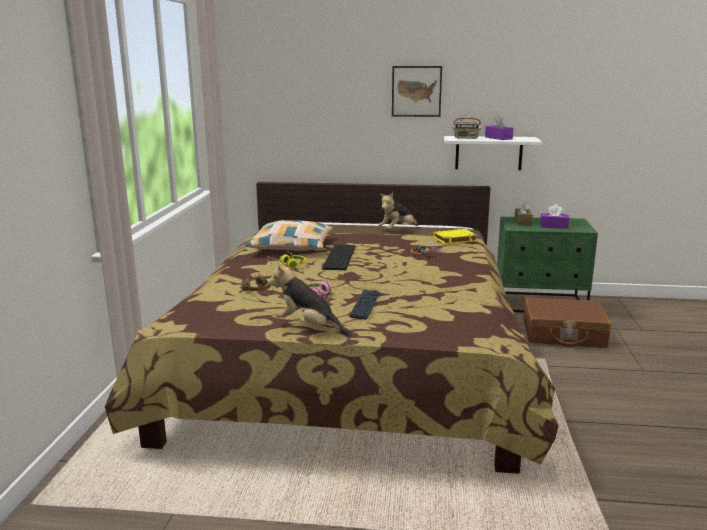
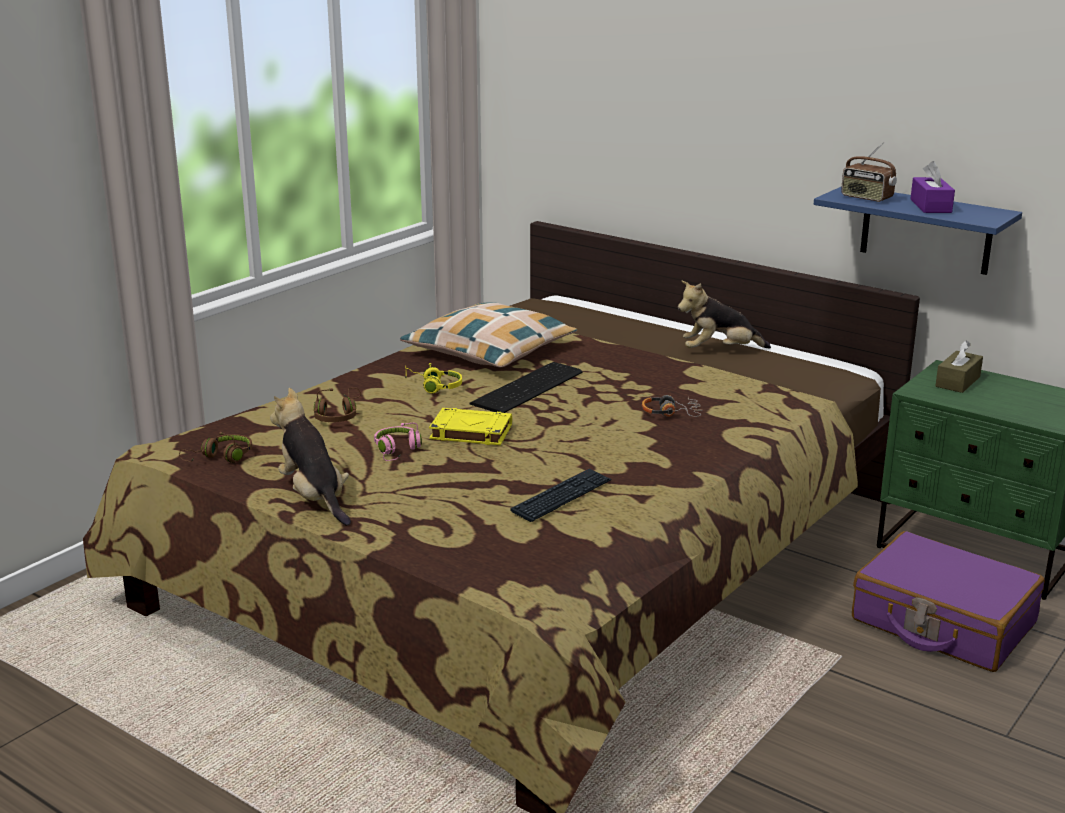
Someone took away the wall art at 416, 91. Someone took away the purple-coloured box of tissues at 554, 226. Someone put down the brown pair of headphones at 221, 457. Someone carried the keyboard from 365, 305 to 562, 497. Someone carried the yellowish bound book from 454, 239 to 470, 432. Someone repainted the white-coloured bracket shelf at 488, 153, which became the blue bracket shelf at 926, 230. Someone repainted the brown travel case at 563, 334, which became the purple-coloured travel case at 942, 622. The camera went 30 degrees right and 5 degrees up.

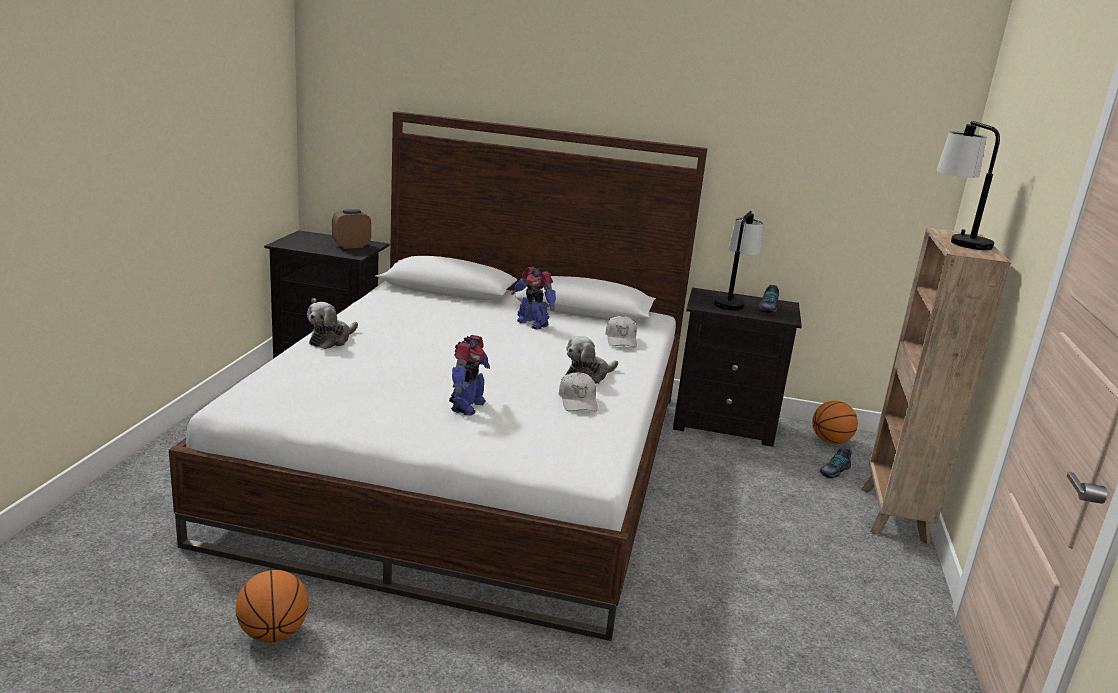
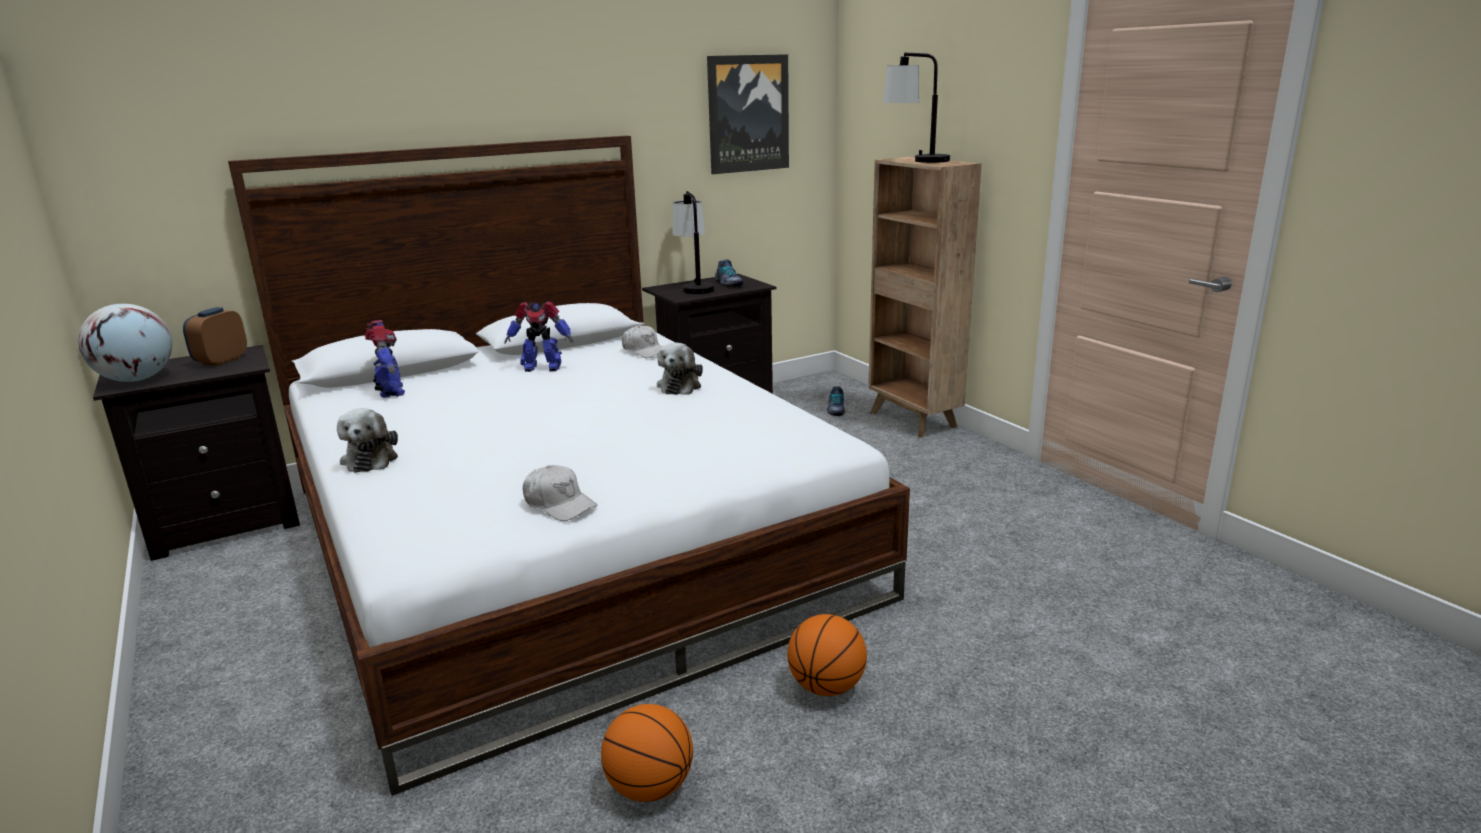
Someone put down the globe at 137, 379. Someone put up the wall art at 748, 114. Someone carried the toy robot from 466, 406 to 390, 392. Someone carried the white-coloured baseball cap from 578, 401 to 559, 504. Someone carried the basketball ball from 830, 441 to 826, 687. The camera went 40 degrees left and 0 degrees up.

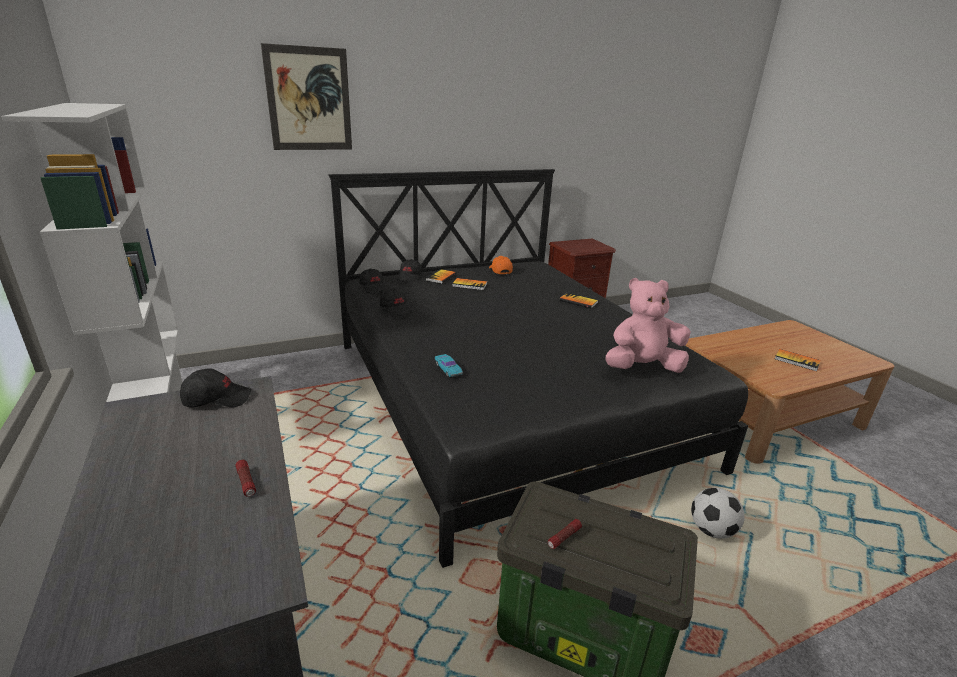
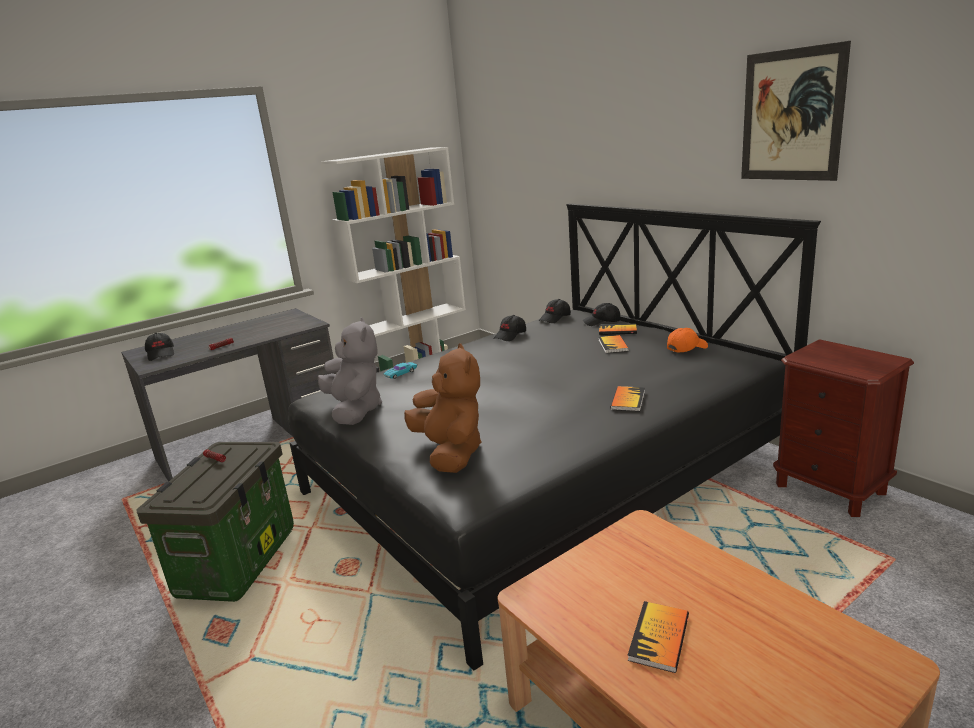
Someone took away the football ball at 711, 530. Someone put down the gray plush toy at 355, 410. Someone carried the black-coloured baseball cap from 217, 399 to 161, 354. Someone carried the wall art from 309, 99 to 791, 116. Someone repainted the pinkish plush toy at 642, 367, which became the brown plush toy at 451, 453. The camera went 80 degrees right and 5 degrees down.

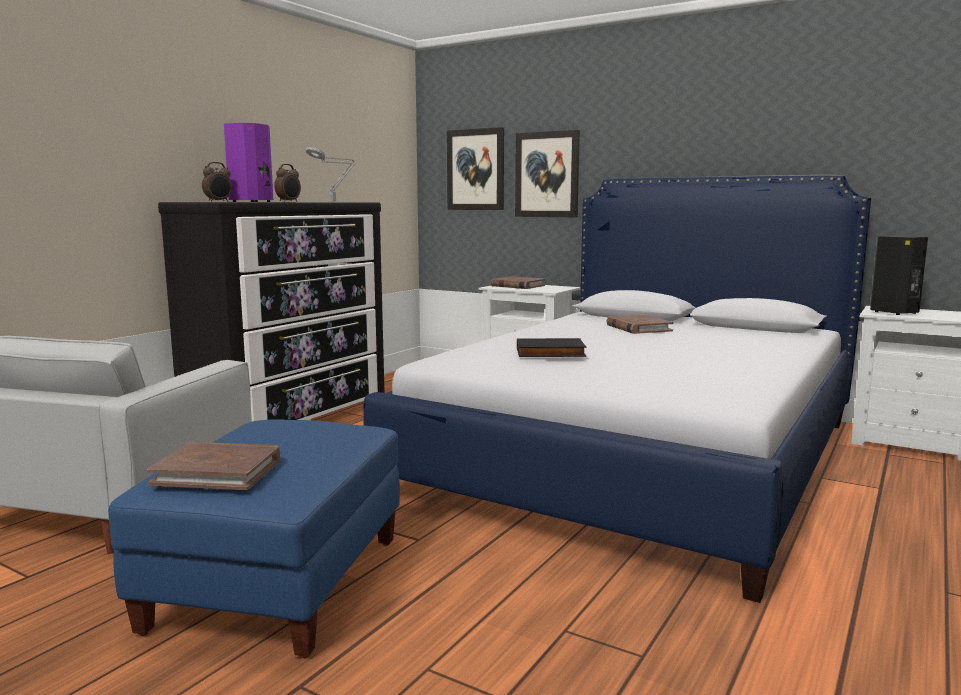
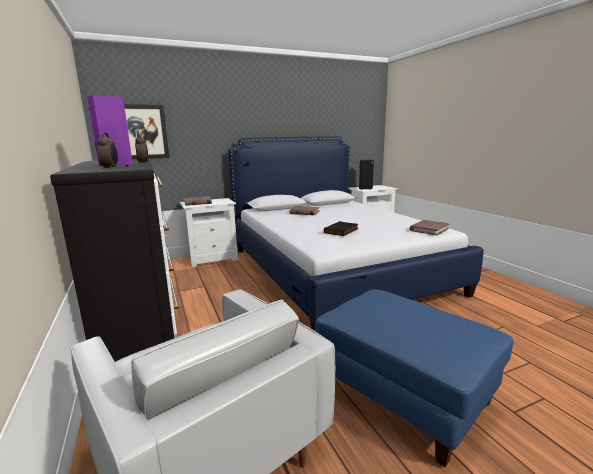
Someone took away the wall art at 547, 174. Someone carried the brown bound book from 218, 471 to 429, 229. The camera went 55 degrees left and 5 degrees up.

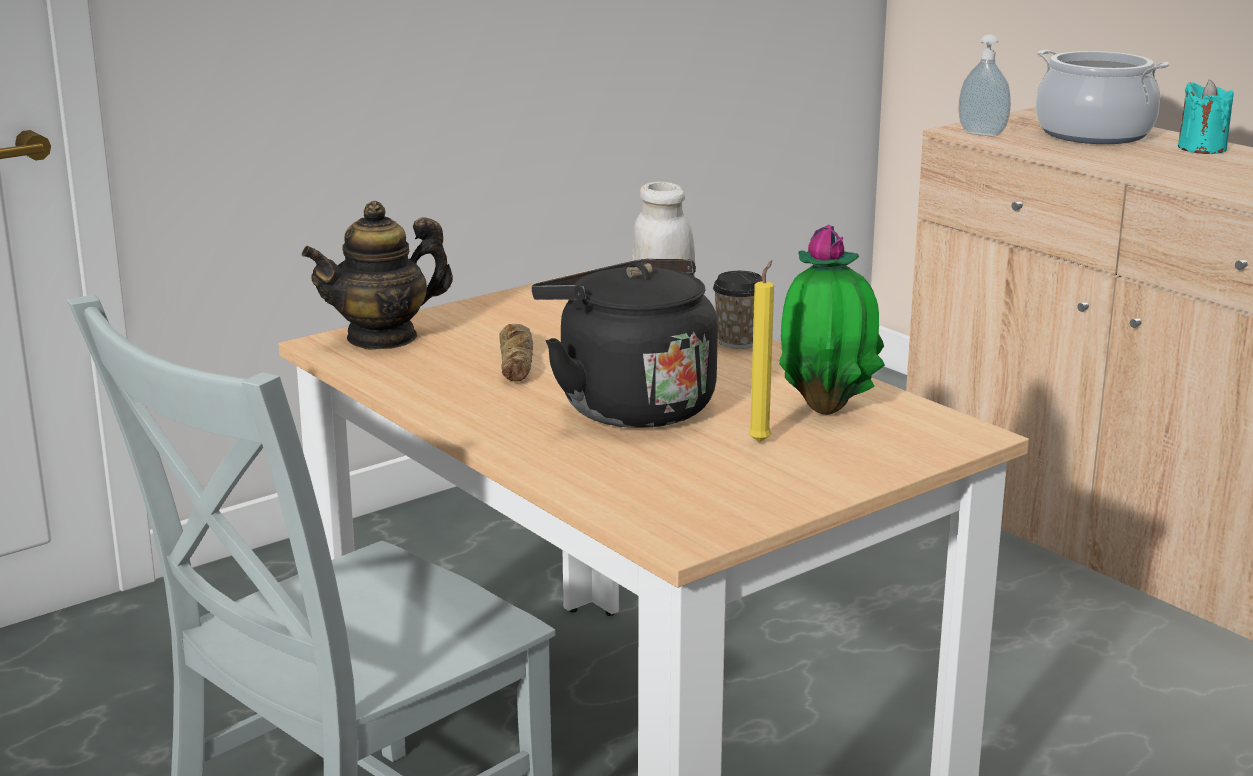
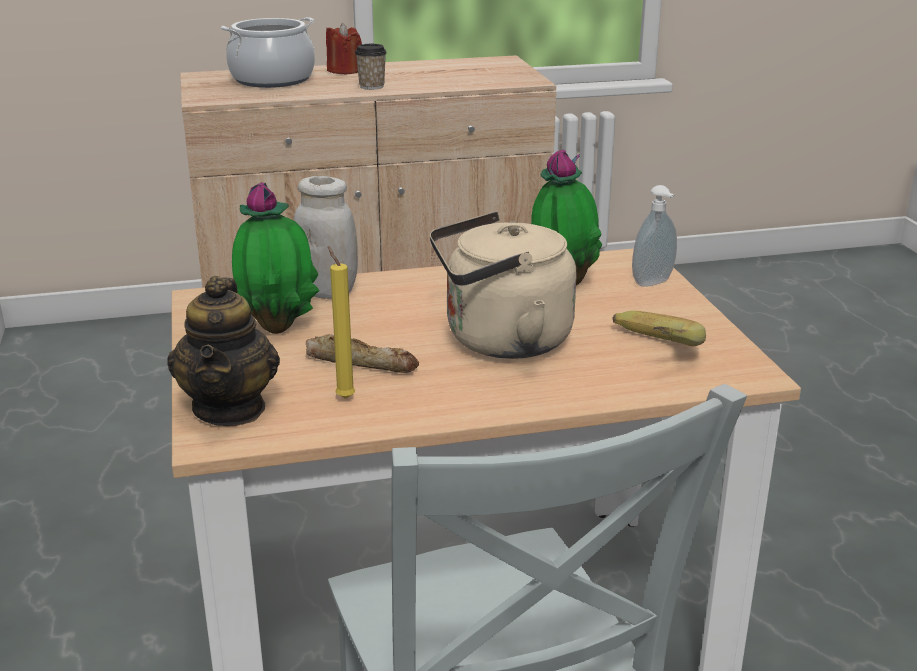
Someone put down the potted plant at 278, 327. Someone put down the whole banana at 649, 353. Someone carried the drinking cup from 738, 342 to 371, 86. Someone carried the yellowish wax light from 761, 441 to 344, 397. Someone carried the liquid soap bottle from 981, 134 to 654, 283. Someone repainted the black-coloured water kettle at 629, 406, which became the beige-coloured water kettle at 500, 341. Someone repainted the turquoise-coloured wax light at 1202, 148, which became the red-coloured wax light at 344, 71. The camera went 65 degrees left and 5 degrees up.

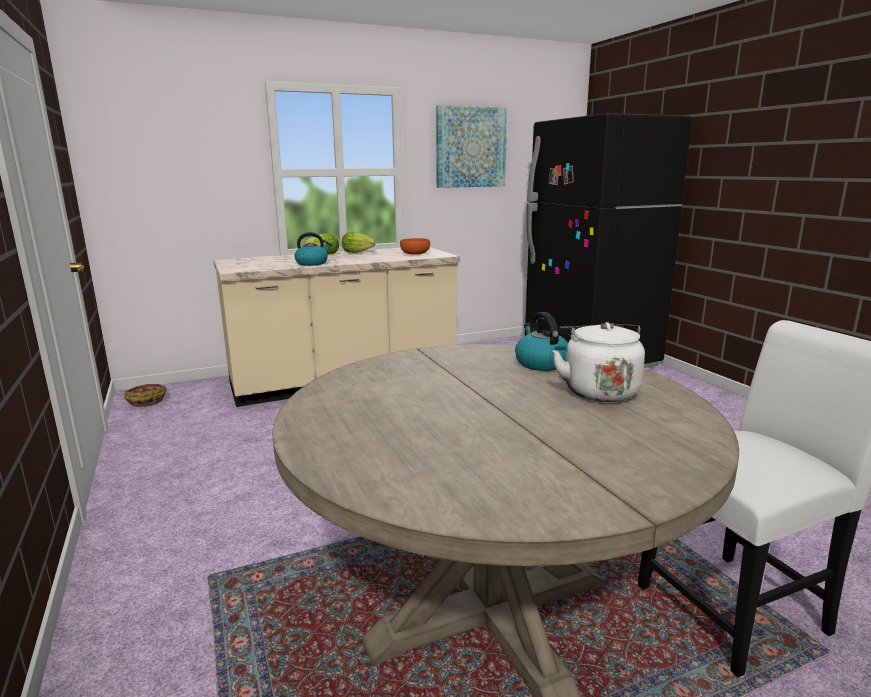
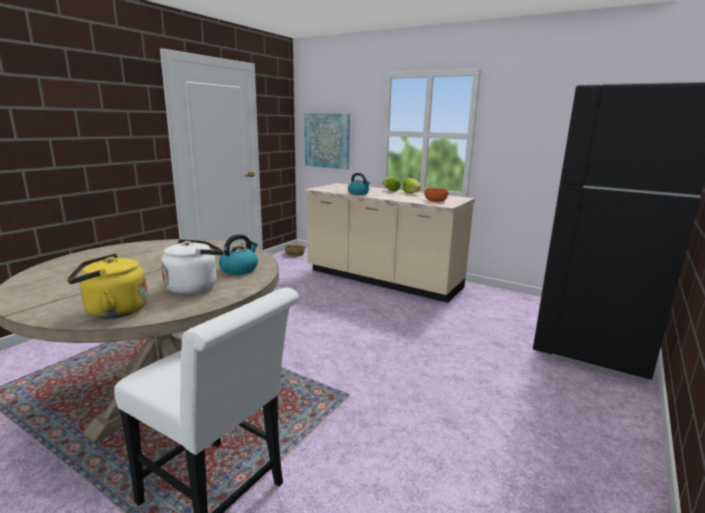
Someone put down the yellowish water kettle at 113, 311. Someone carried the wall art from 470, 147 to 327, 140. The camera went 55 degrees right and 0 degrees up.

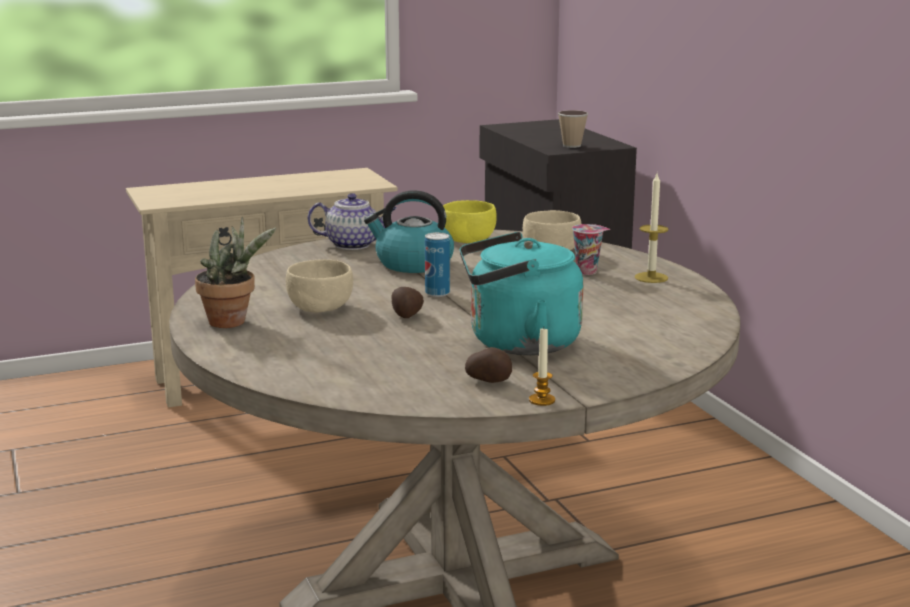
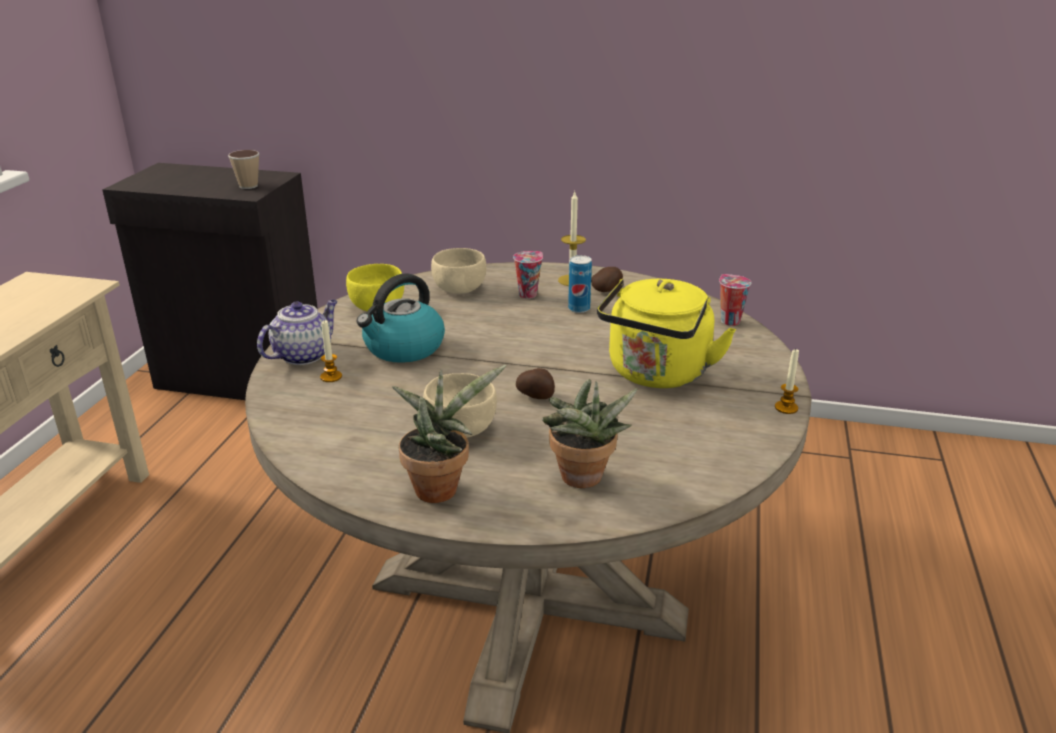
Someone put down the wax light at 331, 377. Someone put down the potted plant at 582, 480. Someone put down the drinking cup at 729, 321. Someone carried the metal can from 437, 293 to 579, 309. Someone carried the potato from 489, 381 to 607, 290. Someone repainted the turquoise-coloured water kettle at 517, 343, which became the yellowish water kettle at 656, 375. The camera went 55 degrees left and 10 degrees up.

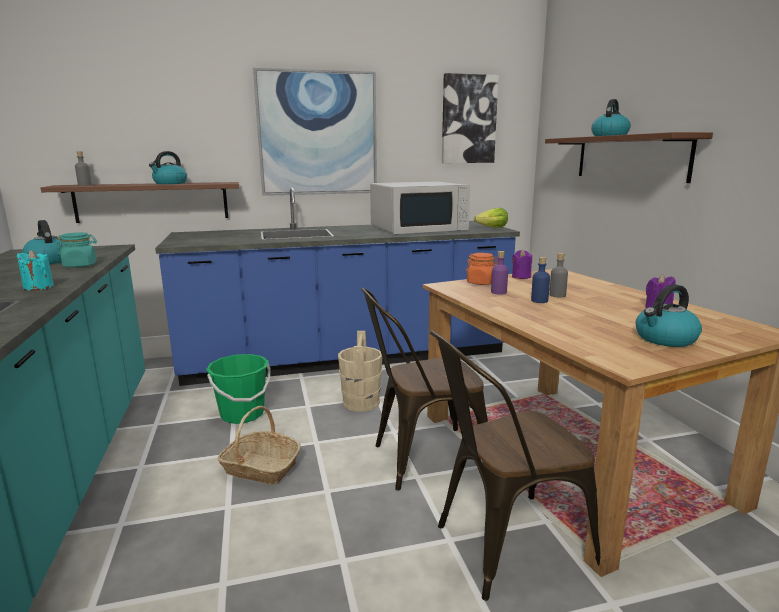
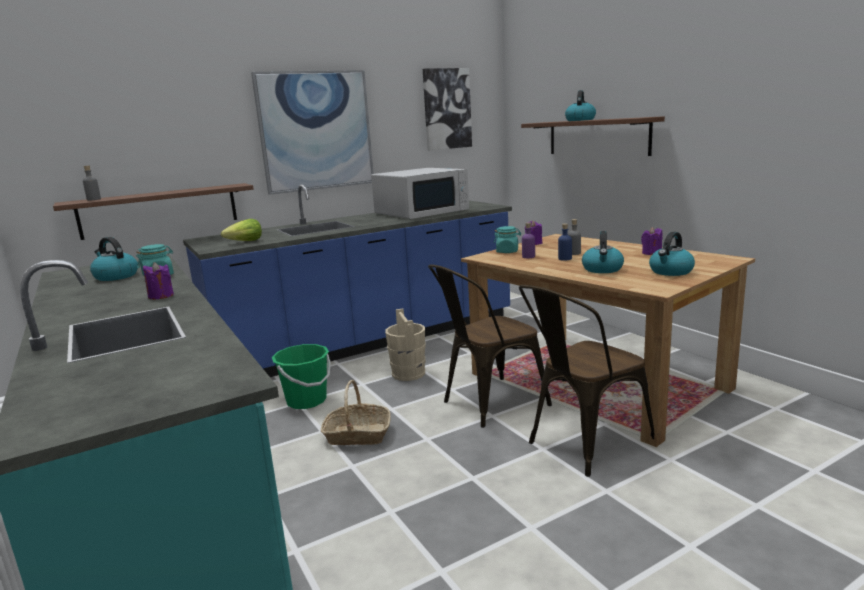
Someone carried the water kettle from 170, 183 to 602, 269. Someone carried the lettuce from 492, 228 to 245, 242. Someone repainted the turquoise-coloured wax light at 38, 287, which became the purple-coloured wax light at 161, 296. Someone repainted the orange-coloured jar at 481, 283, which became the turquoise-coloured jar at 507, 251. The camera went 15 degrees left and 0 degrees up.

